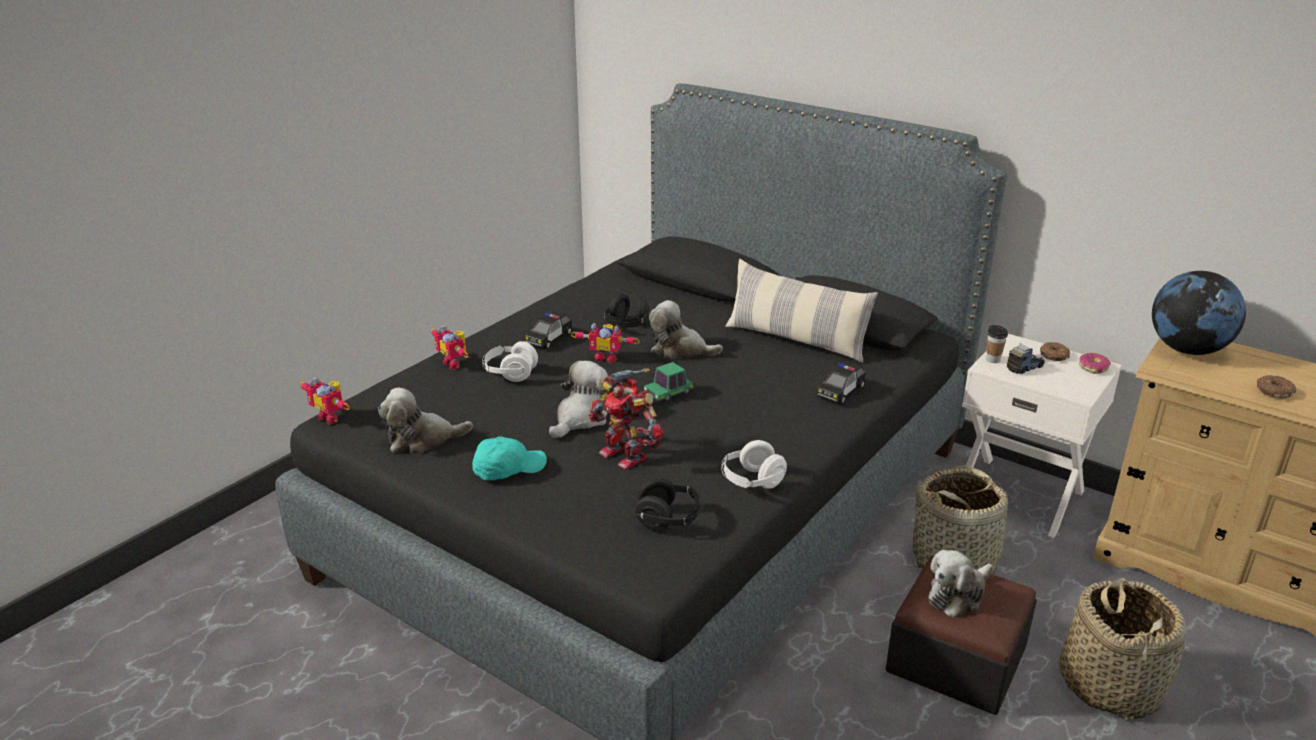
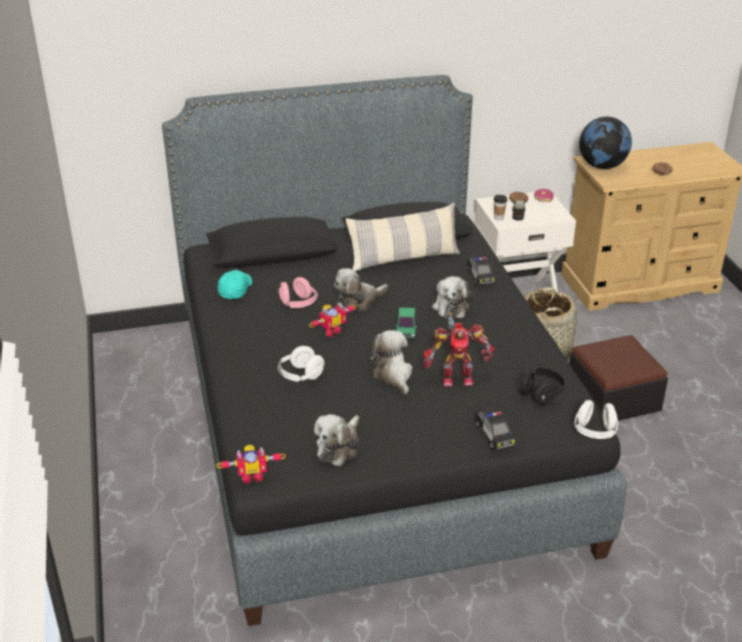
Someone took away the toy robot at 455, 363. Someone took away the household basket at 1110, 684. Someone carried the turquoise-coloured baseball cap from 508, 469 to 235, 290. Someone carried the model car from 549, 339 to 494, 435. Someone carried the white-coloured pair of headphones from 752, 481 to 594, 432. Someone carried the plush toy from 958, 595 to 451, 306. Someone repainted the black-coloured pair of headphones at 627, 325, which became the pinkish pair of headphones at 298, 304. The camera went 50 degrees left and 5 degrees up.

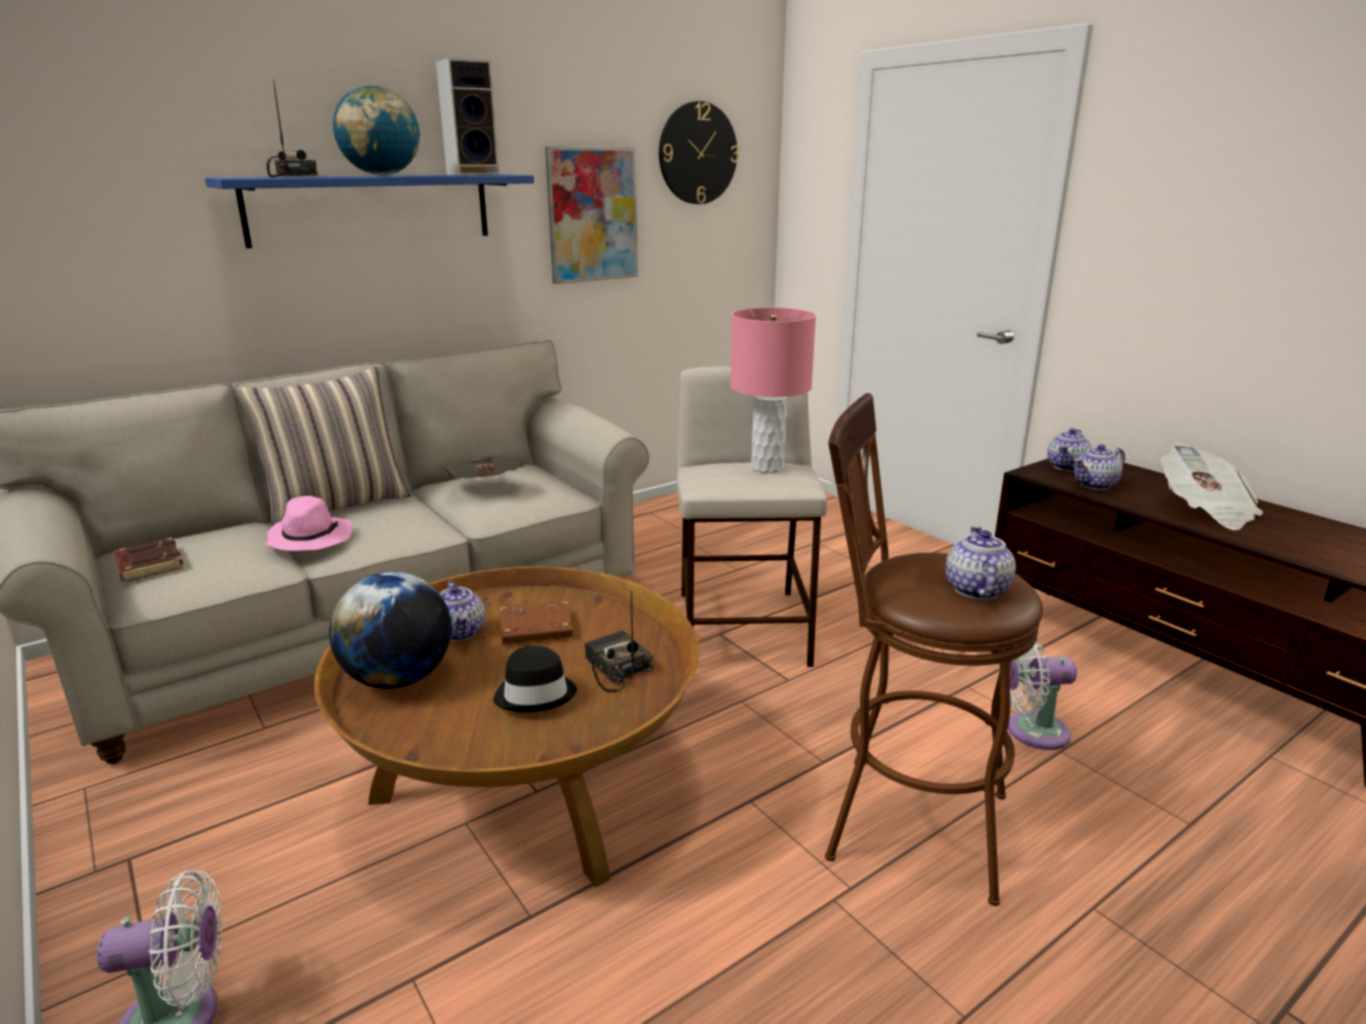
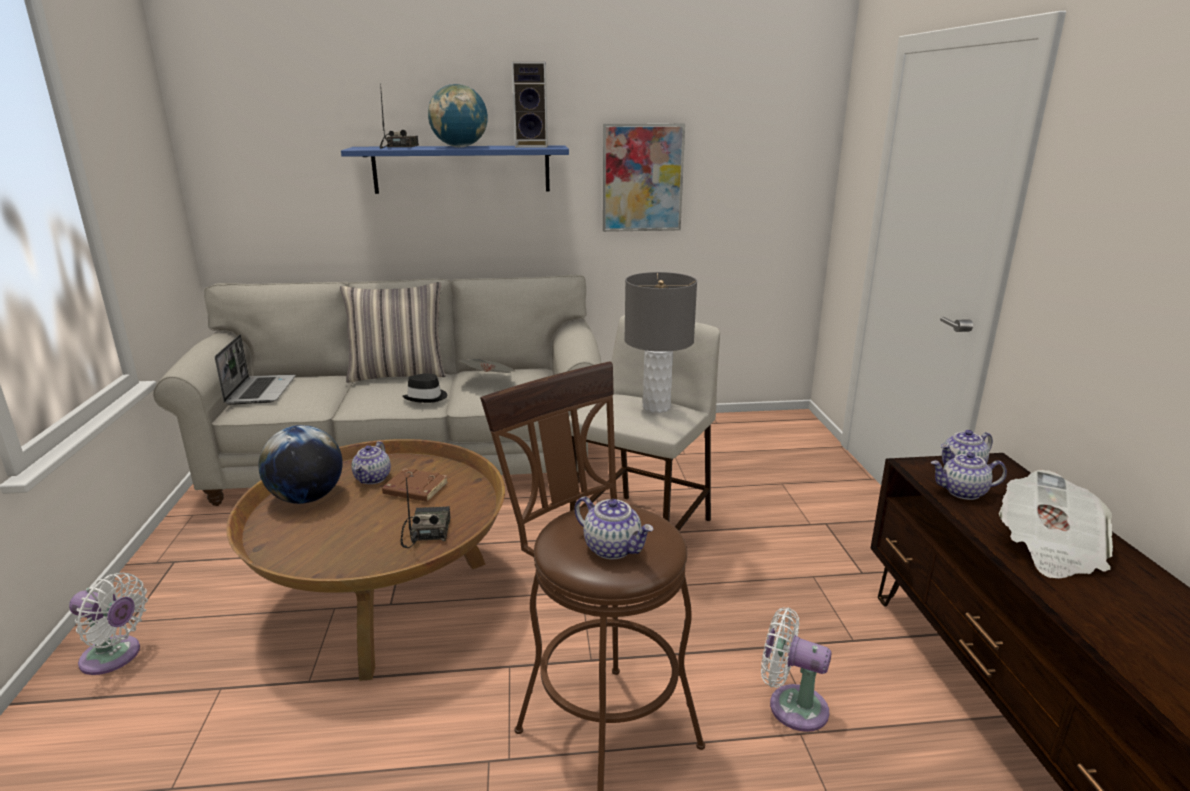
Someone took away the pinkish clothing hat at 309, 539. Someone took away the wall clock at 697, 153. Someone carried the black-coloured clothing hat from 536, 694 to 426, 397. Someone swapped the brown bound book at 148, 565 for the portable computer at 260, 390. Someone repainted the pinkish lamp for a table at 768, 468, which became the gray lamp for a table at 656, 408. Someone rotated the teapot at 975, 589 by 90 degrees clockwise. The camera went 30 degrees right and 0 degrees up.

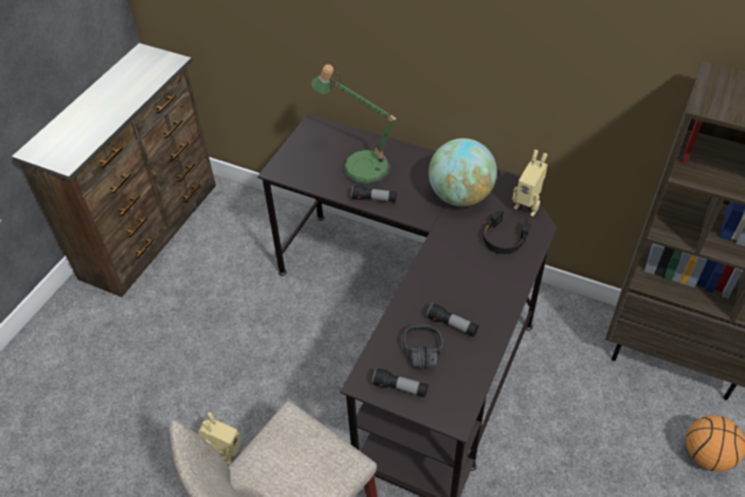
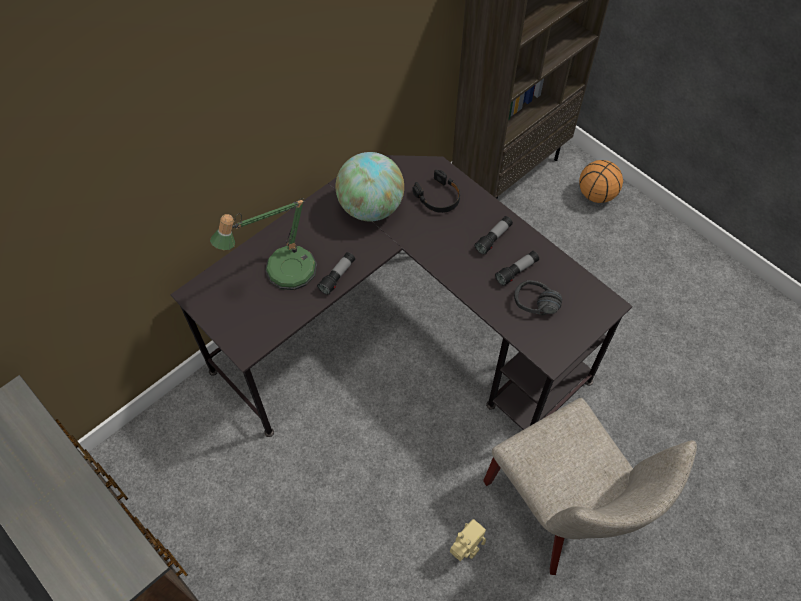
Someone took away the toy robot at 527, 206. Someone carried the hand torch from 400, 388 to 493, 238. The camera went 70 degrees left and 10 degrees up.

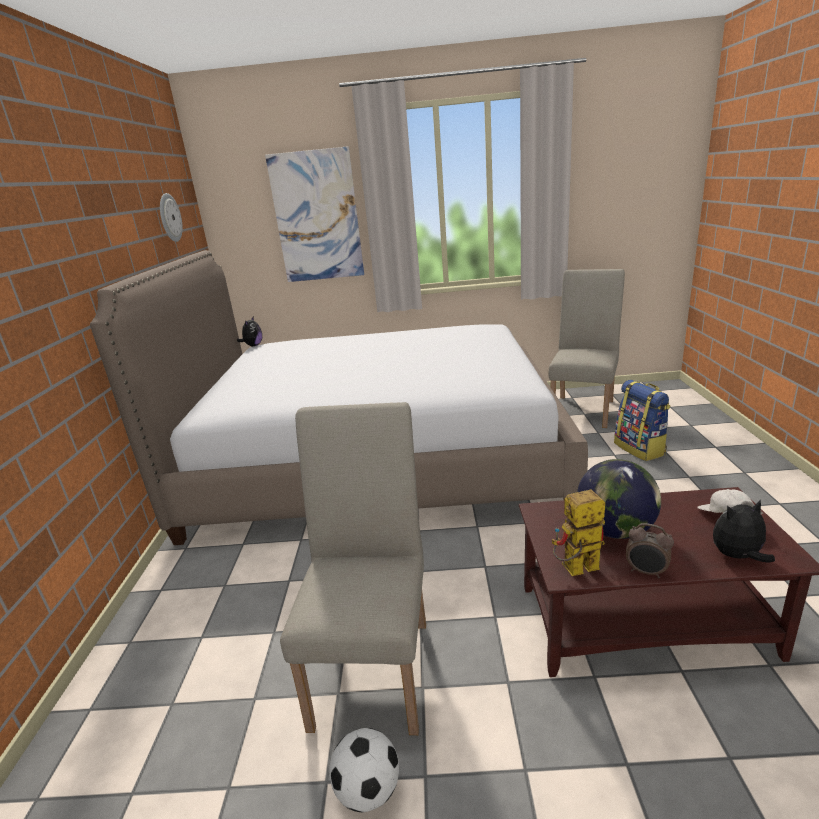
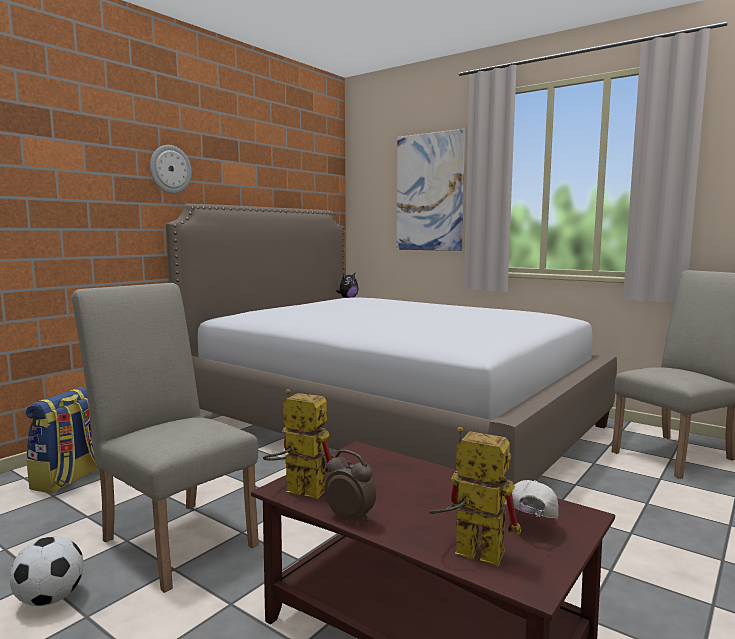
Someone took away the globe at 615, 530. Someone carried the wall clock from 169, 218 to 170, 169. Someone carried the knapsack from 640, 449 to 67, 480. Someone swapped the plush toy at 737, 556 for the toy robot at 467, 552. Someone rotated the beige-coloured upright chair at 375, 662 by 90 degrees counterclockwise. Someone rotated the table clock at 646, 572 by 150 degrees clockwise. The camera went 35 degrees right and 15 degrees down.

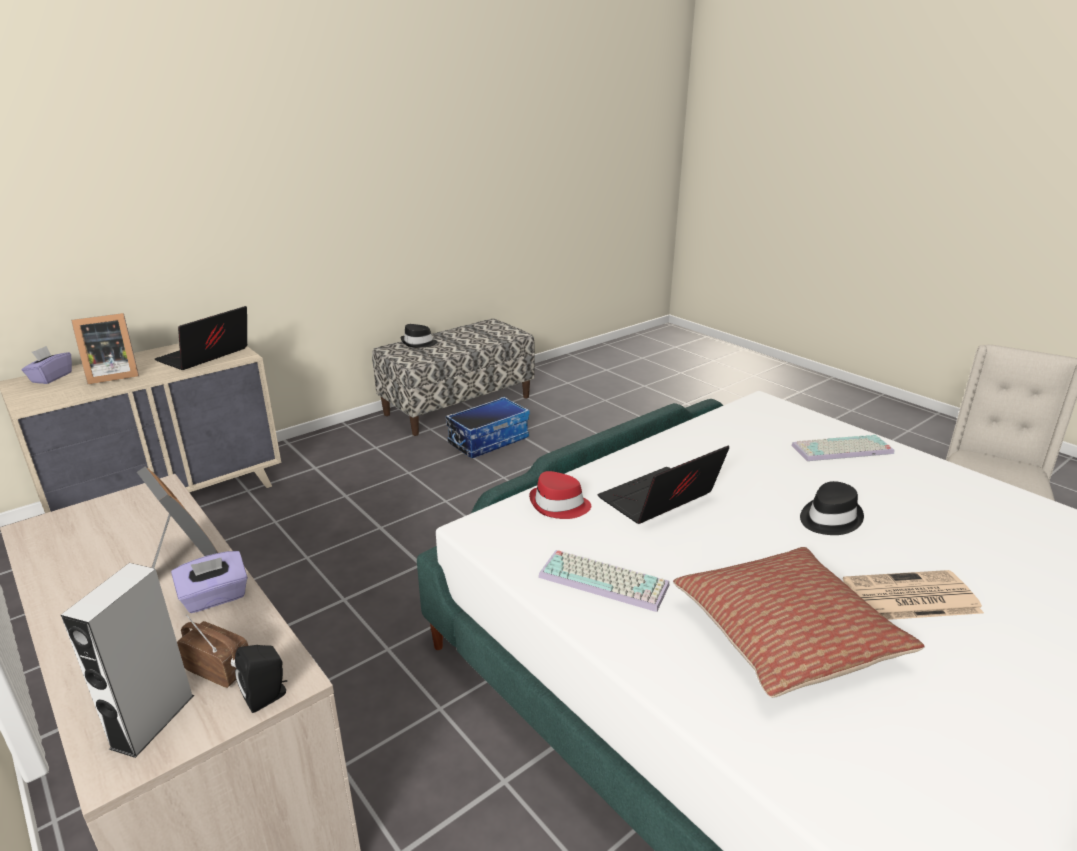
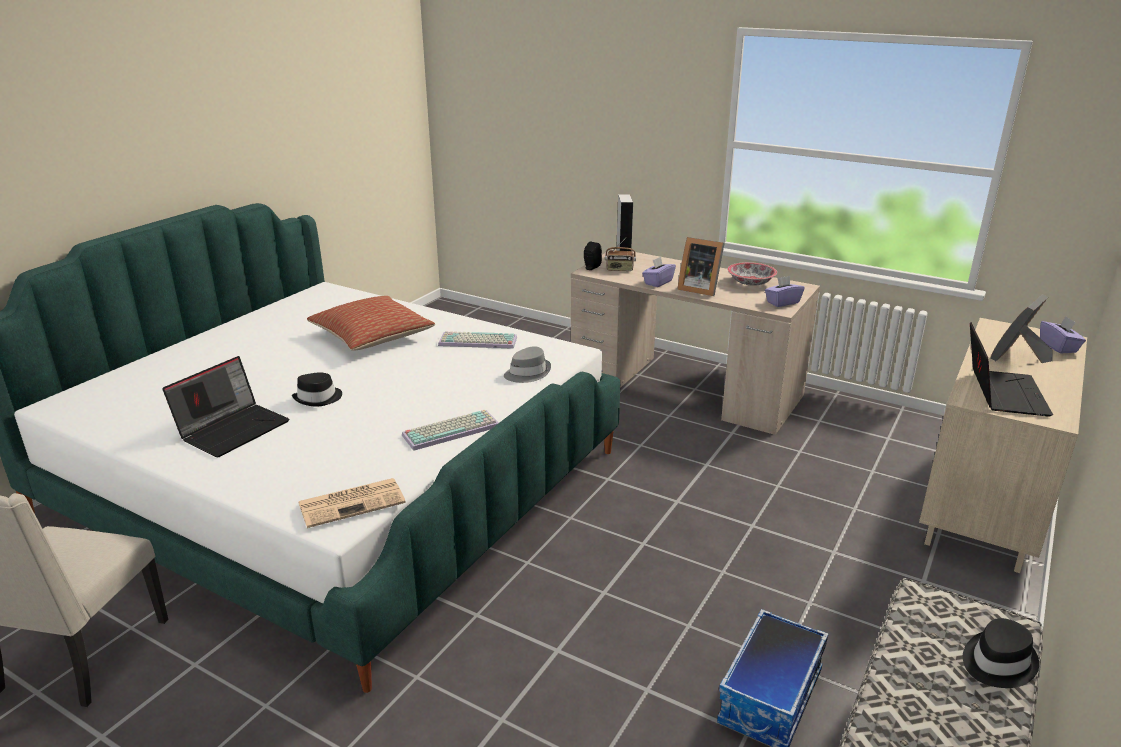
Someone put down the deep dish at 751, 283. Someone put down the purple-coloured box of tissues at 782, 302. Someone carried the portable computer from 659, 501 to 233, 428. Someone carried the keyboard from 842, 450 to 451, 430. Someone carried the daily paper from 909, 597 to 353, 502. Someone repainted the red-coloured clothing hat at 559, 505, which became the gray clothing hat at 527, 373. The camera went 160 degrees right and 0 degrees up.

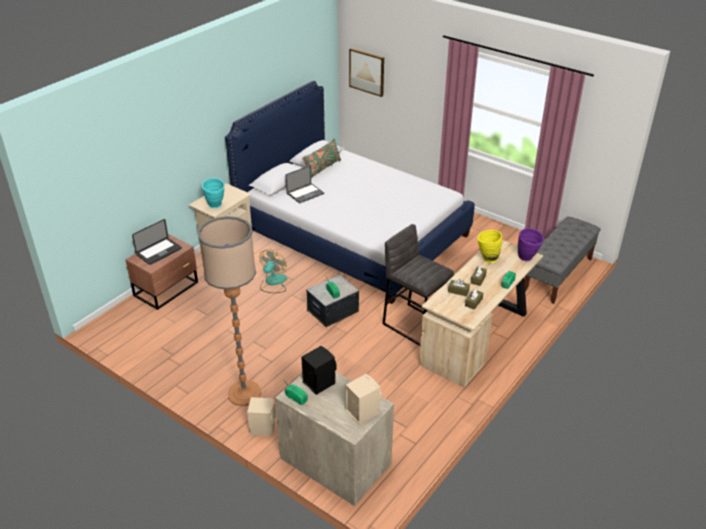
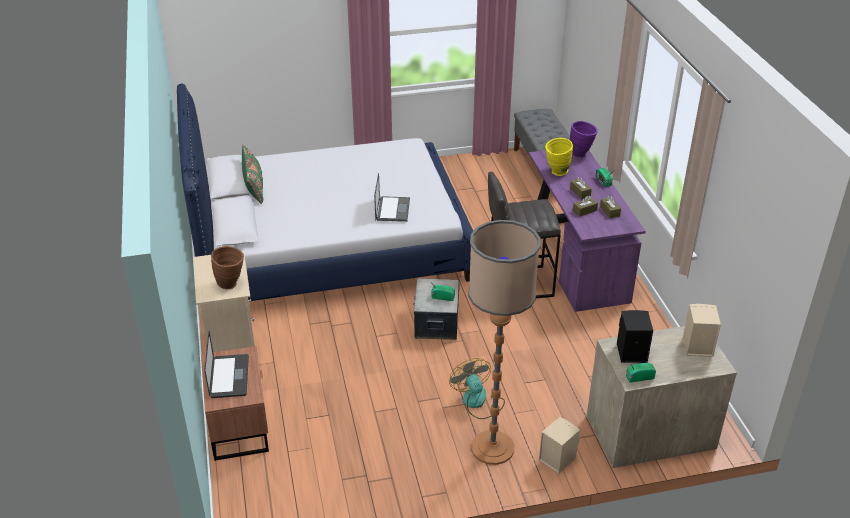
Someone took away the wall art at 367, 72. Someone carried the fan from 273, 283 to 478, 402. Someone carried the portable computer from 305, 193 to 392, 209. Someone repainted the turquoise-coloured vase at 216, 206, which became the brown vase at 231, 285. Someone repainted the beige-coloured desk at 477, 337, which became the purple-coloured desk at 576, 259. The camera went 50 degrees left and 0 degrees up.

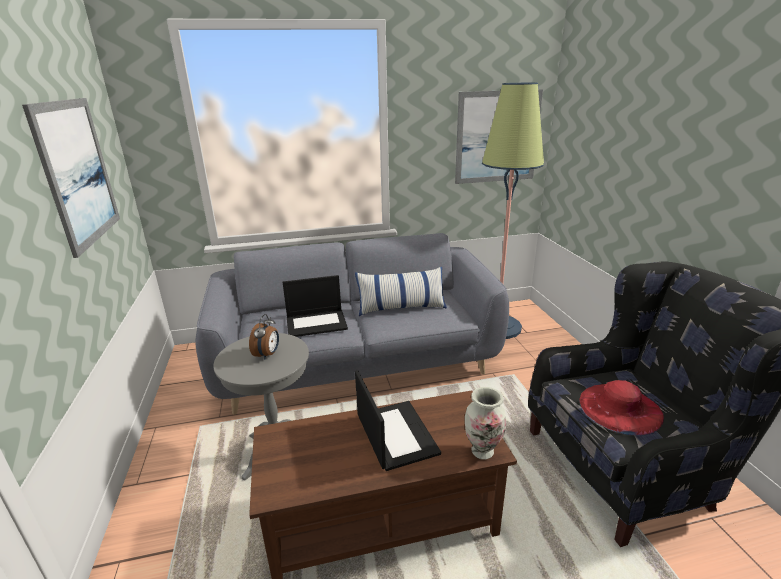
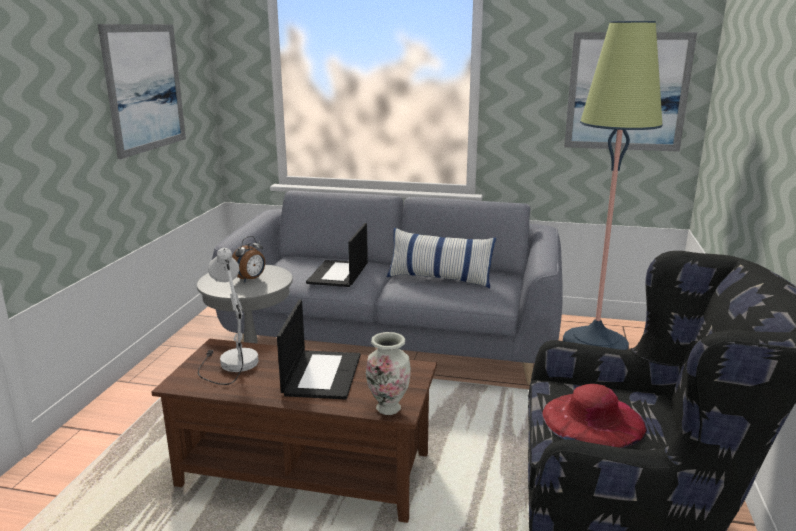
Someone put down the white-coloured lamp for a table at 227, 362. Someone rotated the portable computer at 317, 323 by 90 degrees clockwise. The camera went 25 degrees right and 5 degrees down.

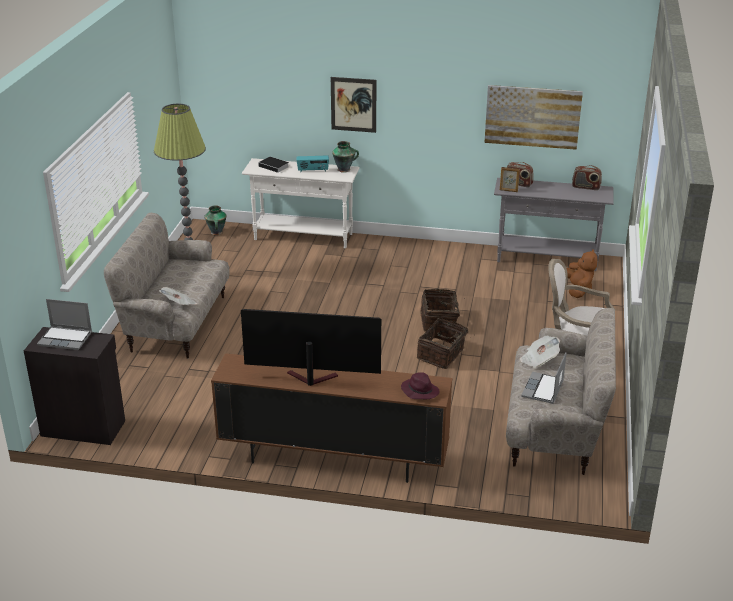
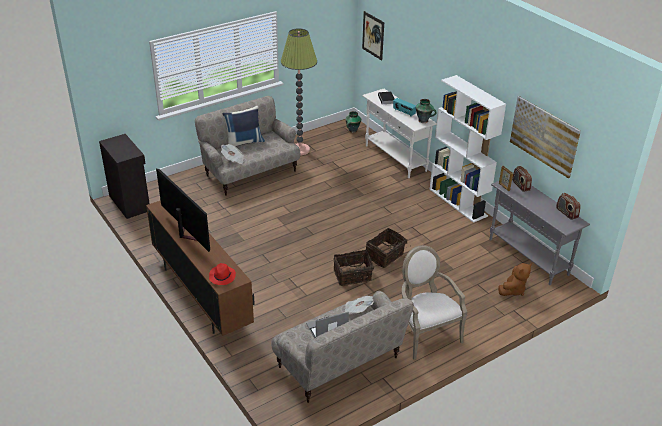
Someone took away the portable computer at 66, 339. Someone put down the blue cushion at 244, 142. Someone put down the white-coloured bookshelf at 458, 202. Someone carried the wall art from 353, 104 to 373, 35. Someone repainted the purple-coloured clothing hat at 419, 391, which became the red-coloured clothing hat at 222, 276. The camera went 45 degrees right and 5 degrees up.

